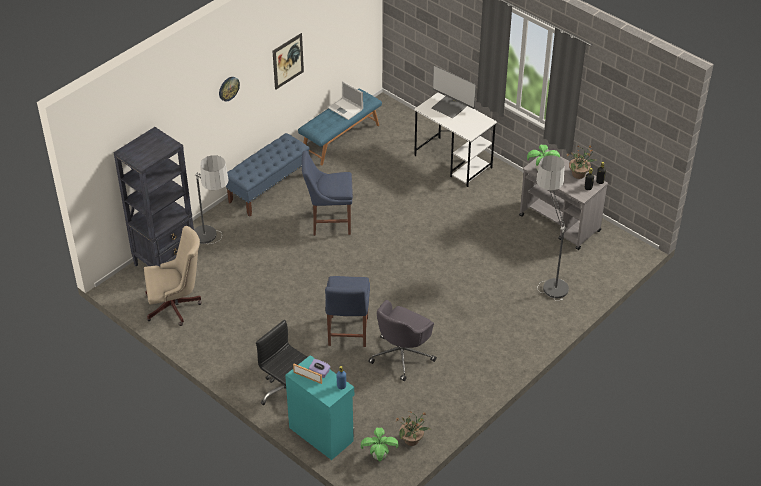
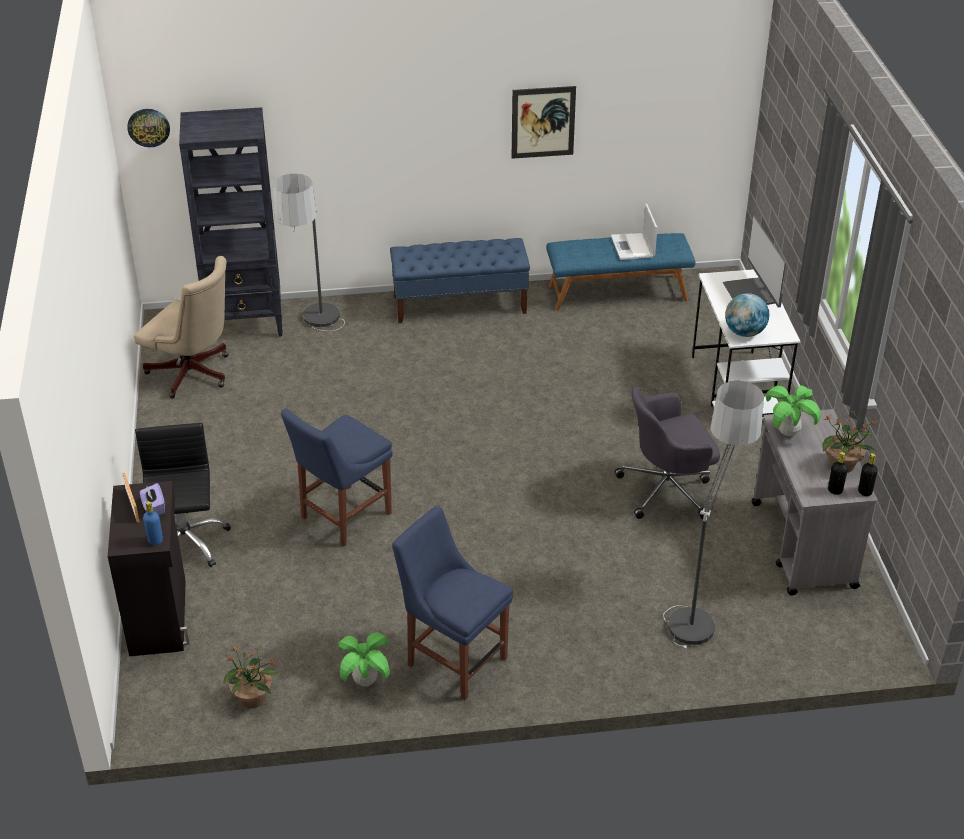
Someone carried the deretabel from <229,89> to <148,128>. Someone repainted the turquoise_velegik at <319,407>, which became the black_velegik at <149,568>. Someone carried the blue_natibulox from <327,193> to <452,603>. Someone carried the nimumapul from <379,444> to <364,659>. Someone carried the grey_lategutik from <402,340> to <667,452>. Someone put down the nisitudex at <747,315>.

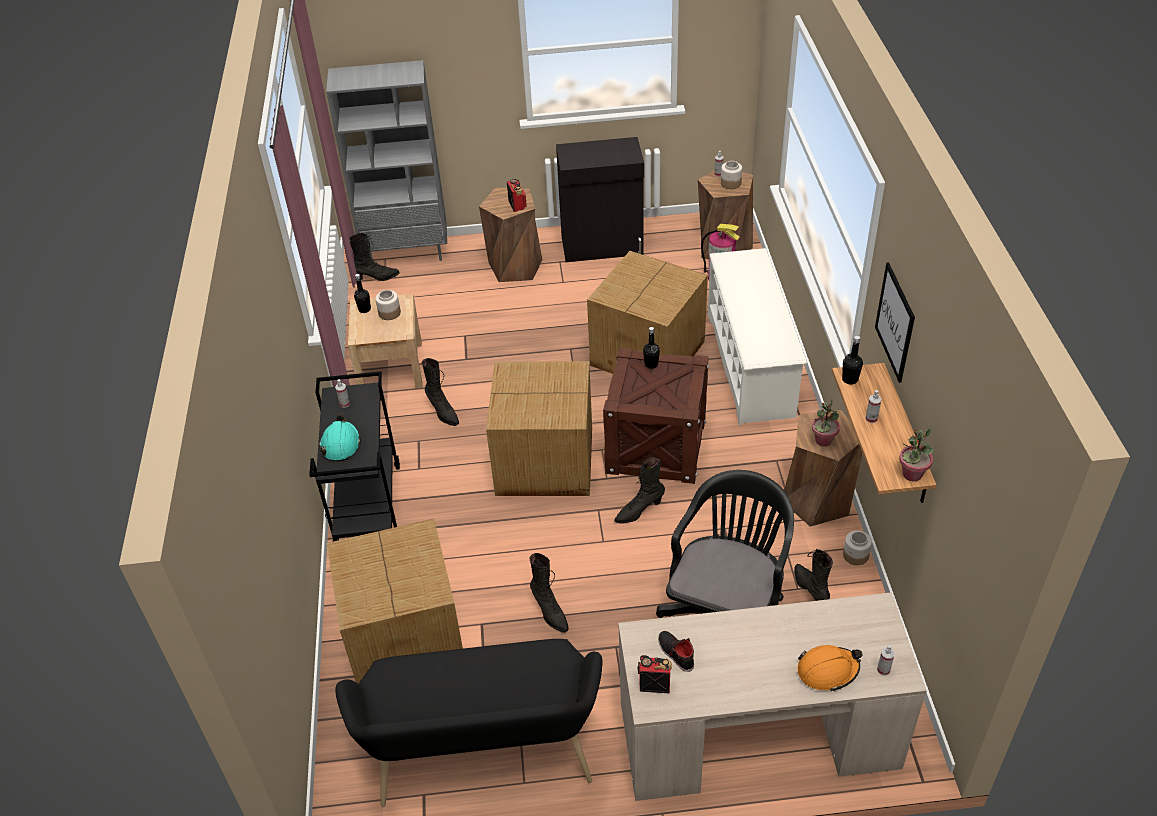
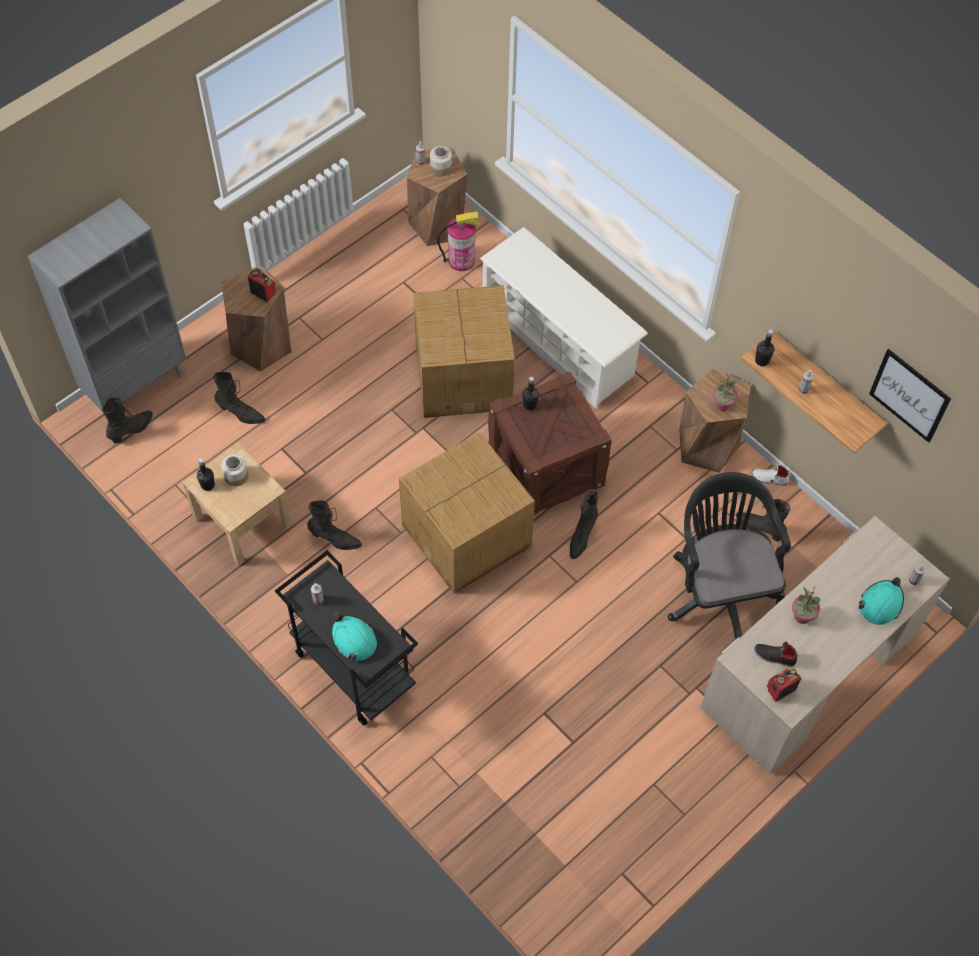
Someone took away the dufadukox at <395,601>. Someone took away the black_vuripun at <468,723>. Someone carried the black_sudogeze from <549,593> to <239,398>. Someone took away the black_velegik at <600,199>. Someone repainted the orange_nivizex at <829,668>, which became the turquoise_nivizex at <881,601>. Someone swapped the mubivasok at <857,547> for the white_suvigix at <770,475>. Someone carried the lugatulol from <895,322> to <910,396>. Someone carried the nimumapul from <916,454> to <806,605>.

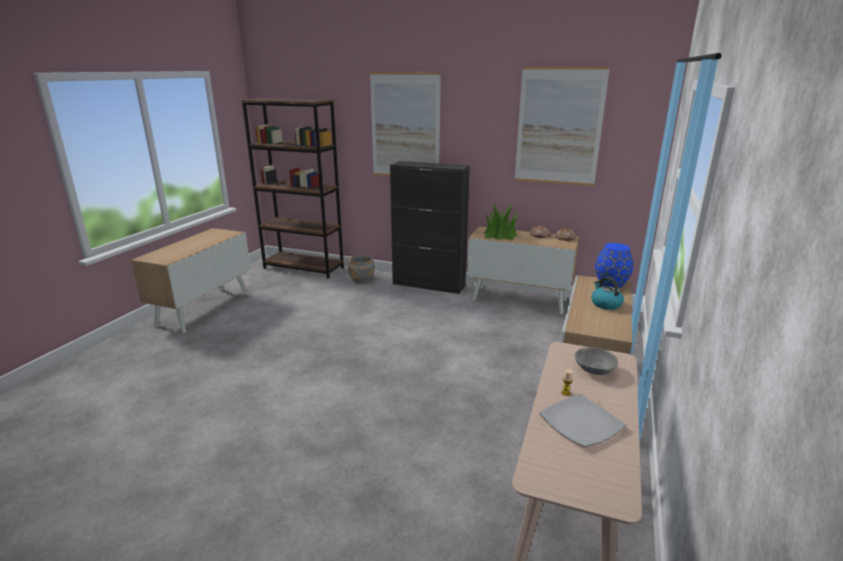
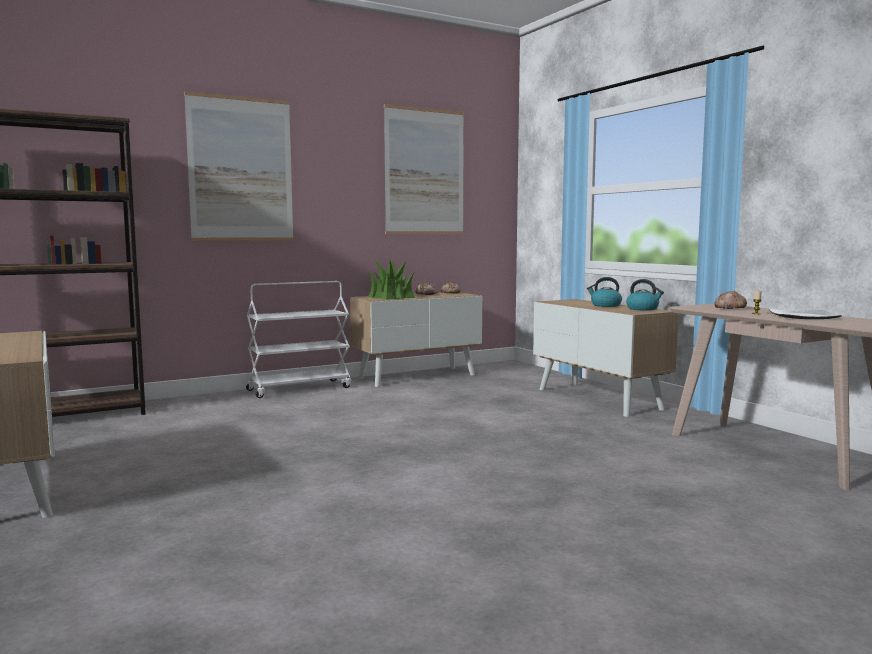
Someone took away the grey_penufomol at <361,269>. Someone swapped the black_velegik at <430,227> for the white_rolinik at <298,339>. Someone swapped the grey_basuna at <596,361> for the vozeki at <730,300>. Someone took away the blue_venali at <614,265>. Someone put down the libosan at <645,295>.

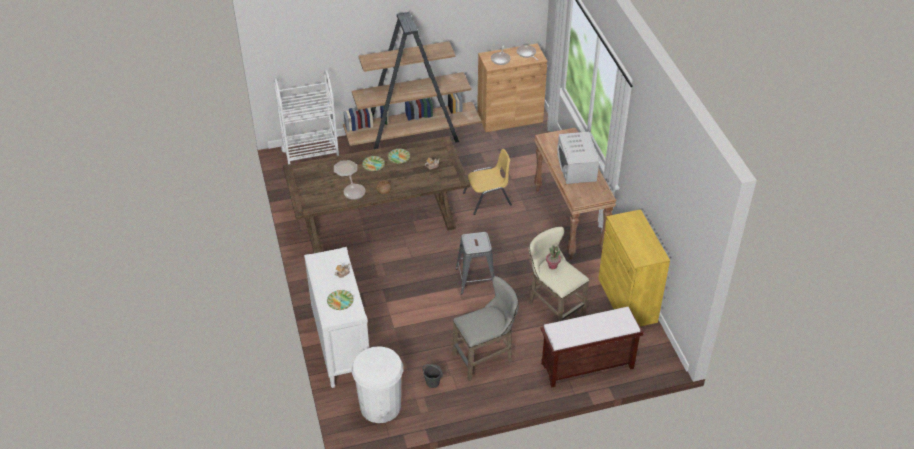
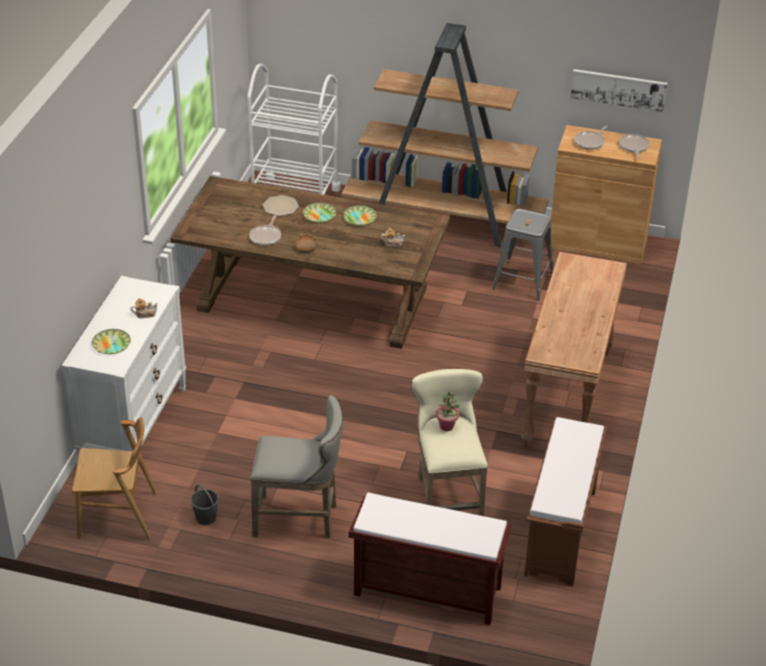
Someone swapped the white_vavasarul at <377,384> for the brown_natibulox at <114,478>. Someone carried the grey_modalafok from <475,263> to <522,254>. Someone took away the yellow_natibulox at <487,182>. Someone took away the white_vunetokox at <578,158>. Someone swapped the yellow_velegik at <634,267> for the brown_vuripun at <565,501>. Someone put up the lugatulol at <619,90>.

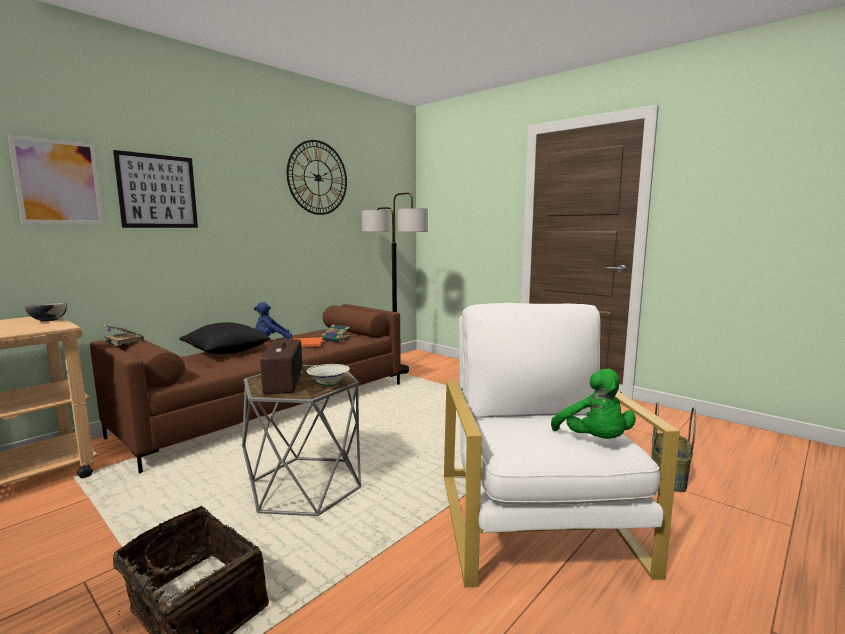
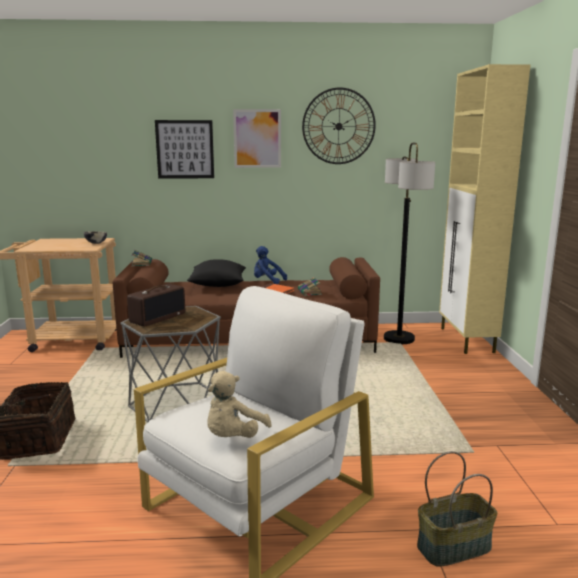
Someone carried the lugatulol from <56,179> to <257,138>. Someone took away the white_basuna at <328,375>. Someone repainted the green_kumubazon at <593,404>, which became the beige_kumubazon at <239,404>. Someone put down the beige_velegik at <484,209>.

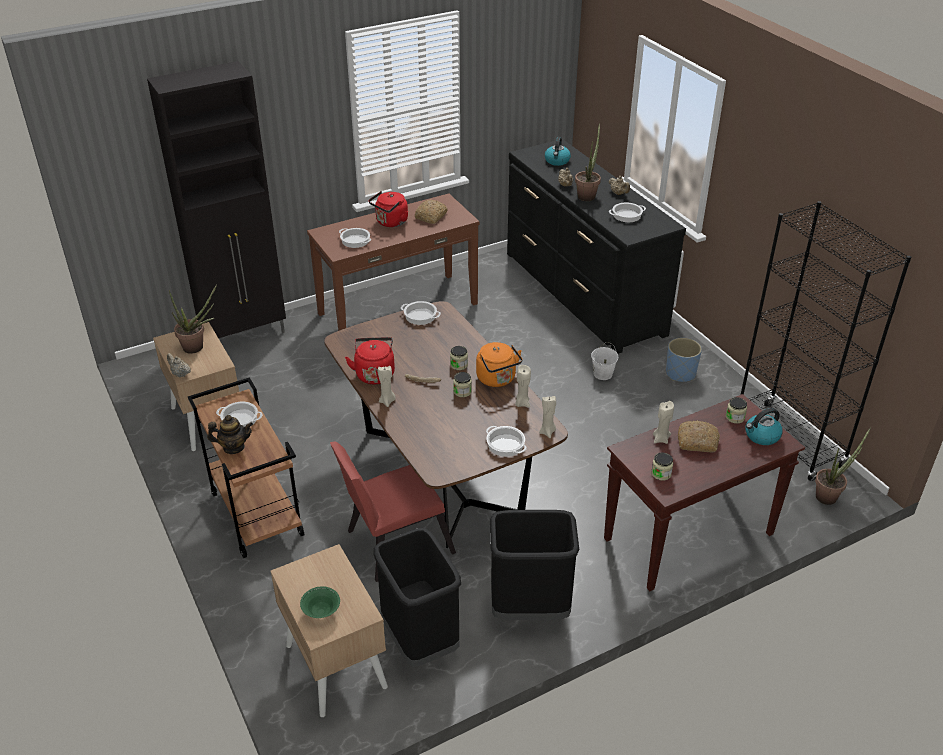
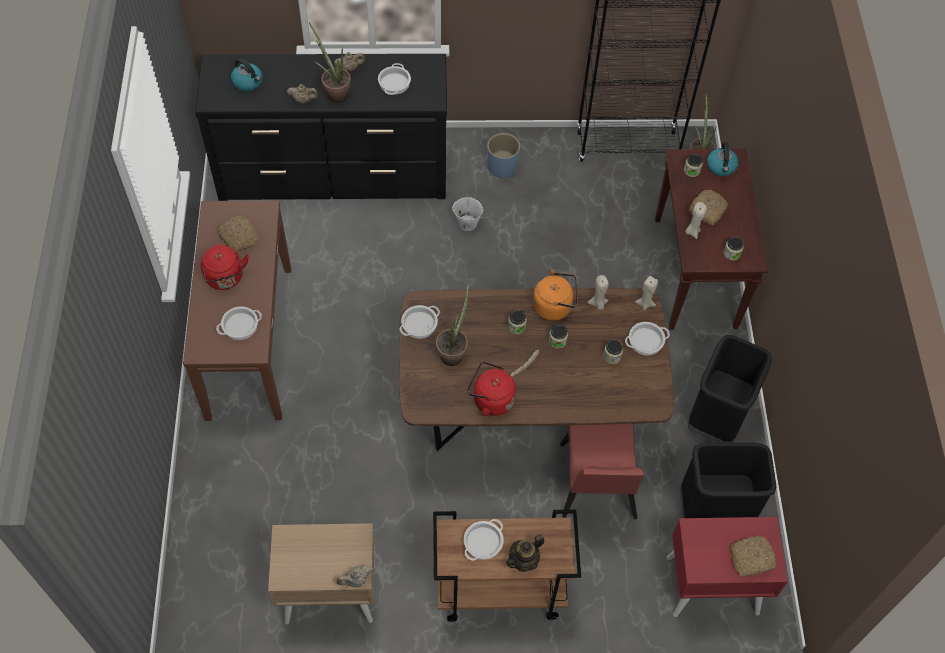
Someone took away the black_velegik at <216,199>. Someone carried the nimumapul from <193,319> to <452,323>. Someone rotated the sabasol at <230,434> by 150 degrees counterclockwise. Someone repainted the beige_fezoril at <329,630>, which became the red_fezoril at <727,567>. Someone swapped the green_basuna at <320,602> for the vozeki at <753,556>. Someone took away the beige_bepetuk at <386,386>. Someone put down the mubivasok at <613,352>.

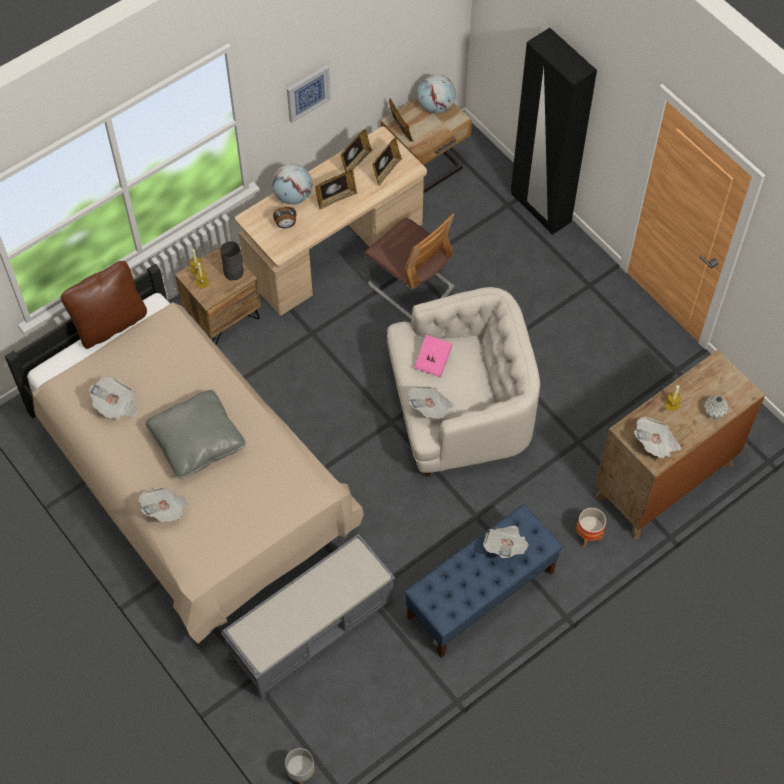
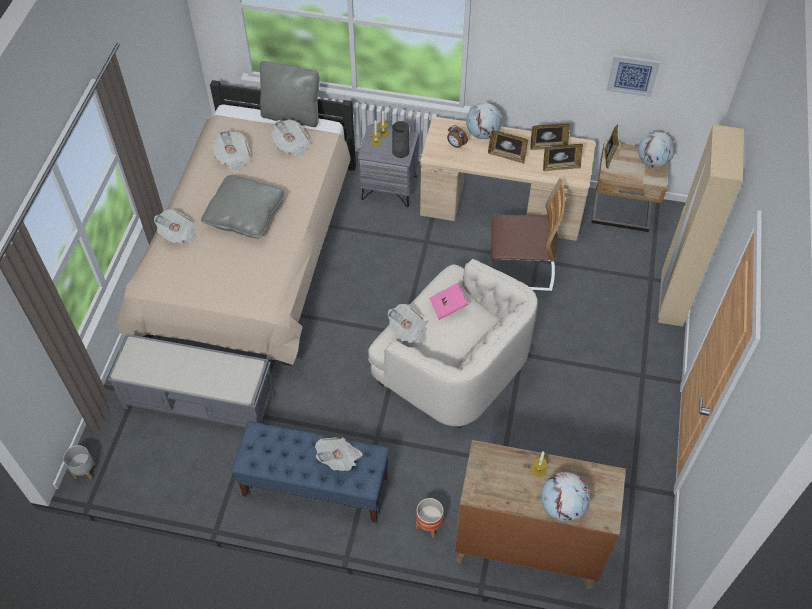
Someone repainted the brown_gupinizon at <103,305>, which became the grey_gupinizon at <290,94>. Someone repainted the brown_fezoril at <218,295>, which became the grey_fezoril at <388,166>. Someone carried the lugatulol from <309,94> to <633,76>. Someone rotated the natibulox at <409,266> by 90 degrees counterclockwise. Someone repainted the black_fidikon at <554,131>, which became the beige_fidikon at <701,226>. Someone carried the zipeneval from <657,438> to <291,139>. Someone swapped the grey_venali at <716,407> for the nisitudex at <565,496>.

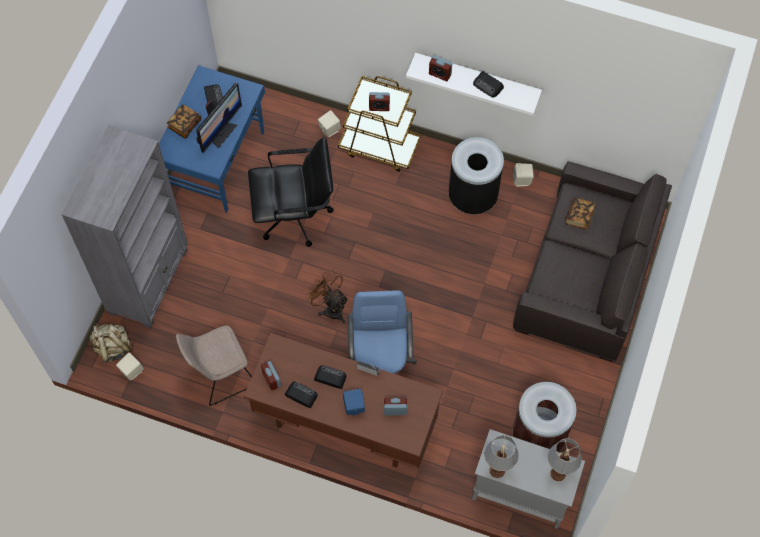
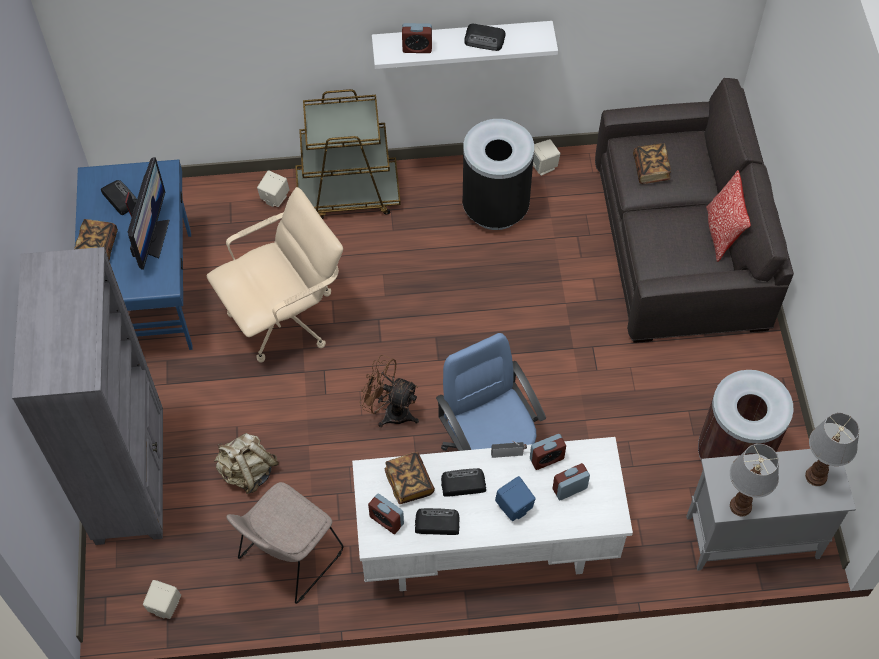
Someone carried the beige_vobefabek from <112,343> to <246,463>. Someone repainted the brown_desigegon at <343,401>, which became the white_desigegon at <492,514>. Someone repainted the black_lategutik at <291,192>, which became the beige_lategutik at <275,275>. Someone carried the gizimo from <379,101> to <548,452>. Someone put down the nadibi at <410,478>. Someone put down the gupinizon at <728,216>.

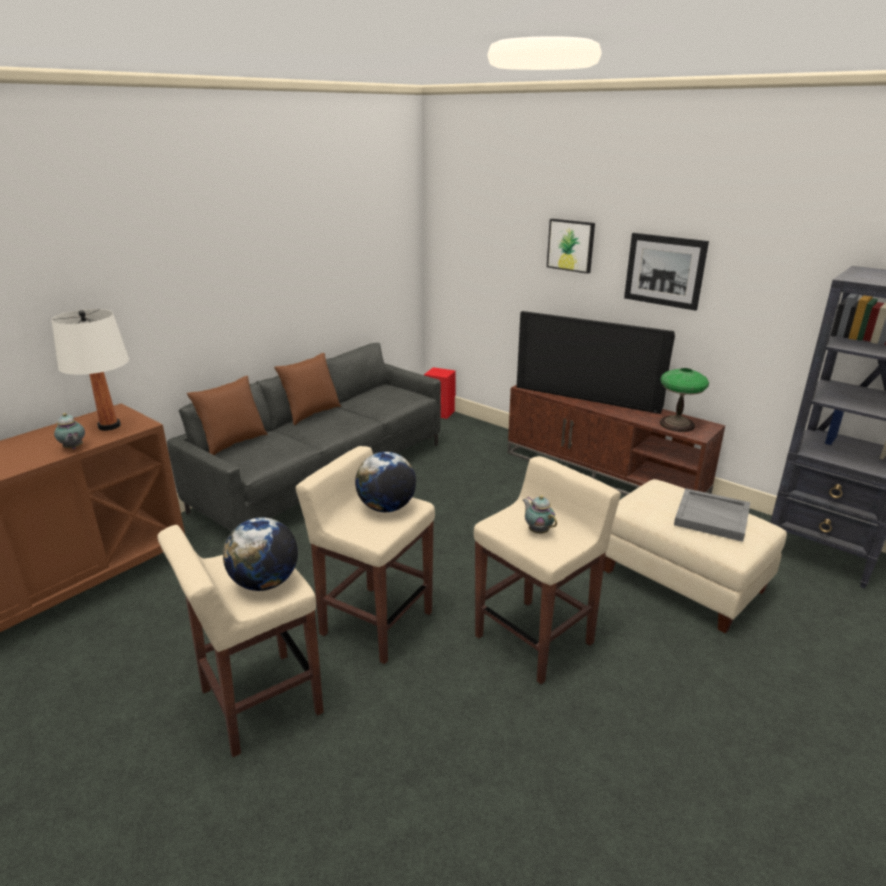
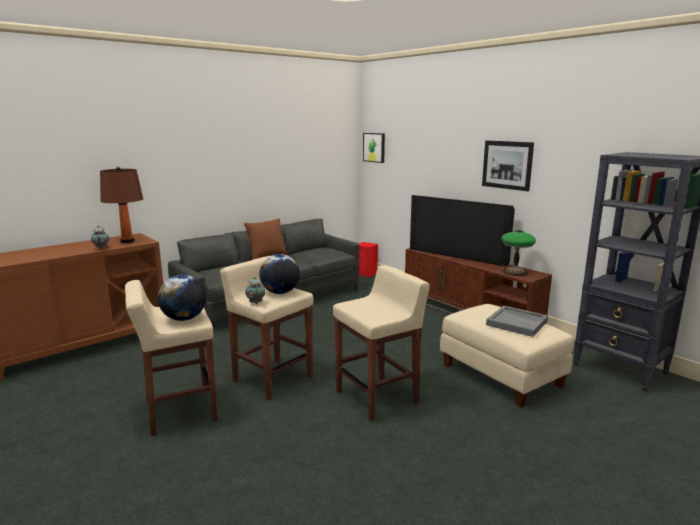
Someone repainted the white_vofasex at <90,370>, which became the brown_vofasex at <121,205>. Someone took away the brown_gupinizon at <227,415>. Someone carried the sabasol from <540,514> to <255,290>. Someone carried the lugatulol from <571,246> to <374,148>.

